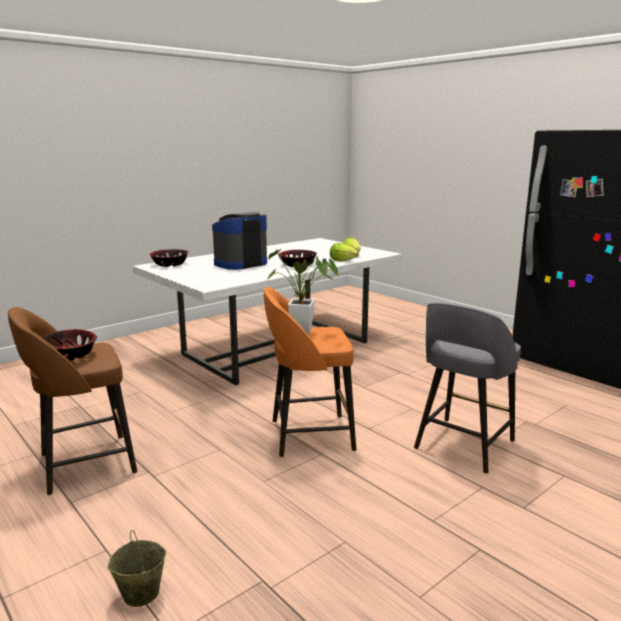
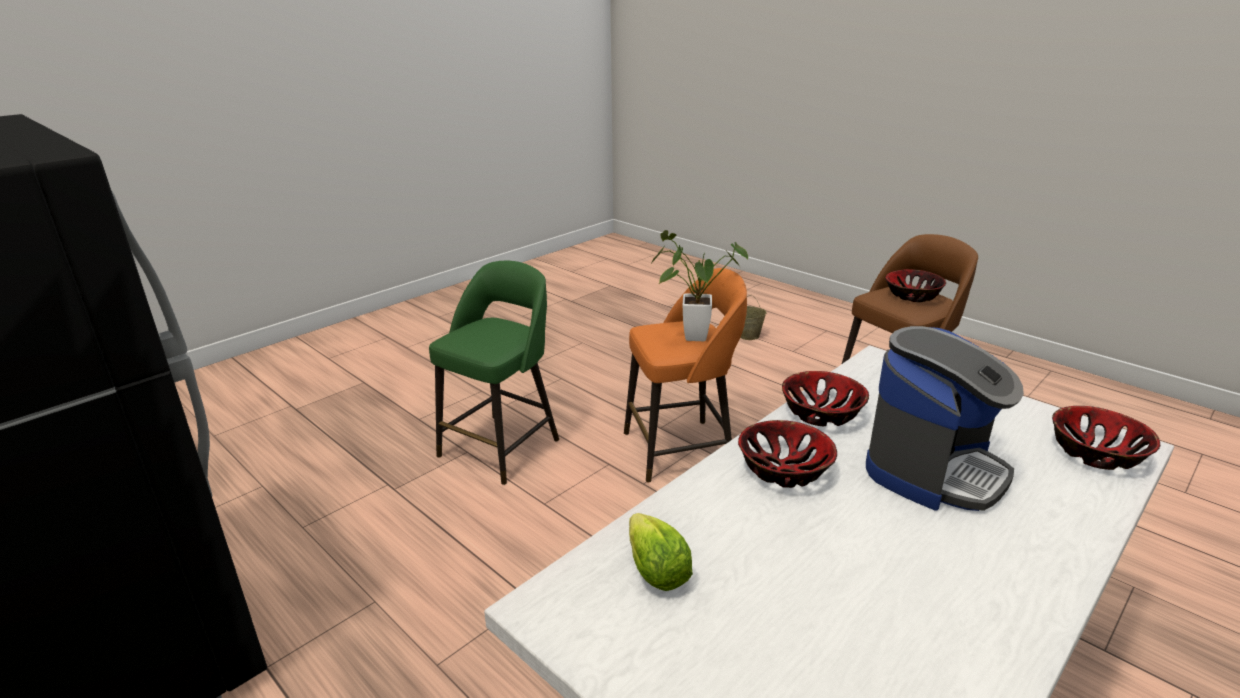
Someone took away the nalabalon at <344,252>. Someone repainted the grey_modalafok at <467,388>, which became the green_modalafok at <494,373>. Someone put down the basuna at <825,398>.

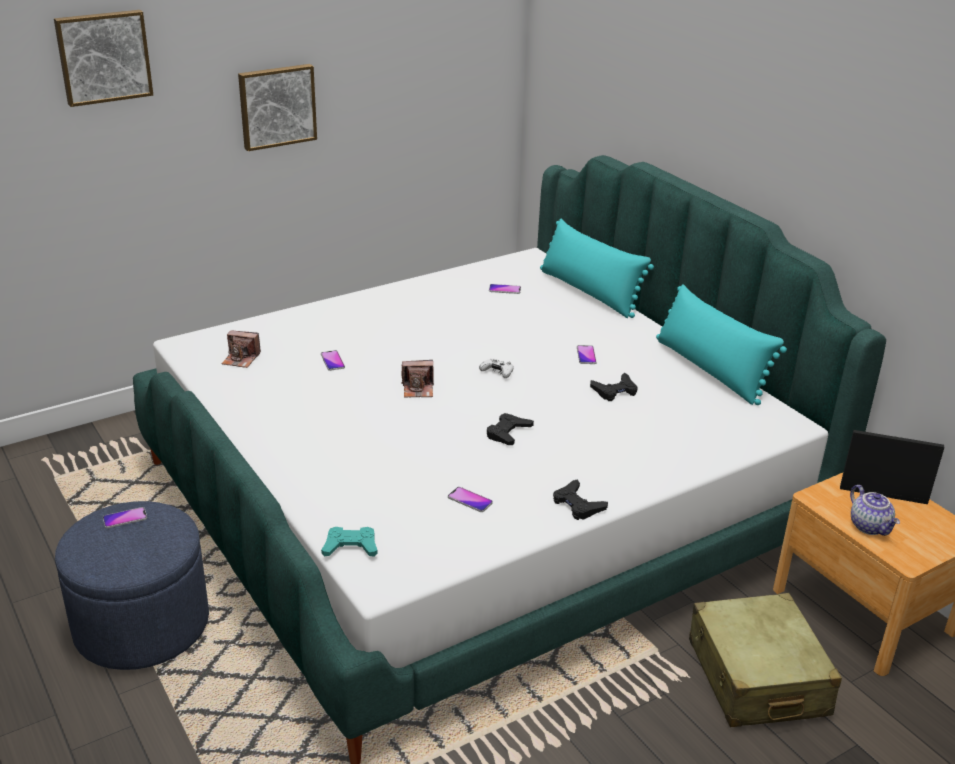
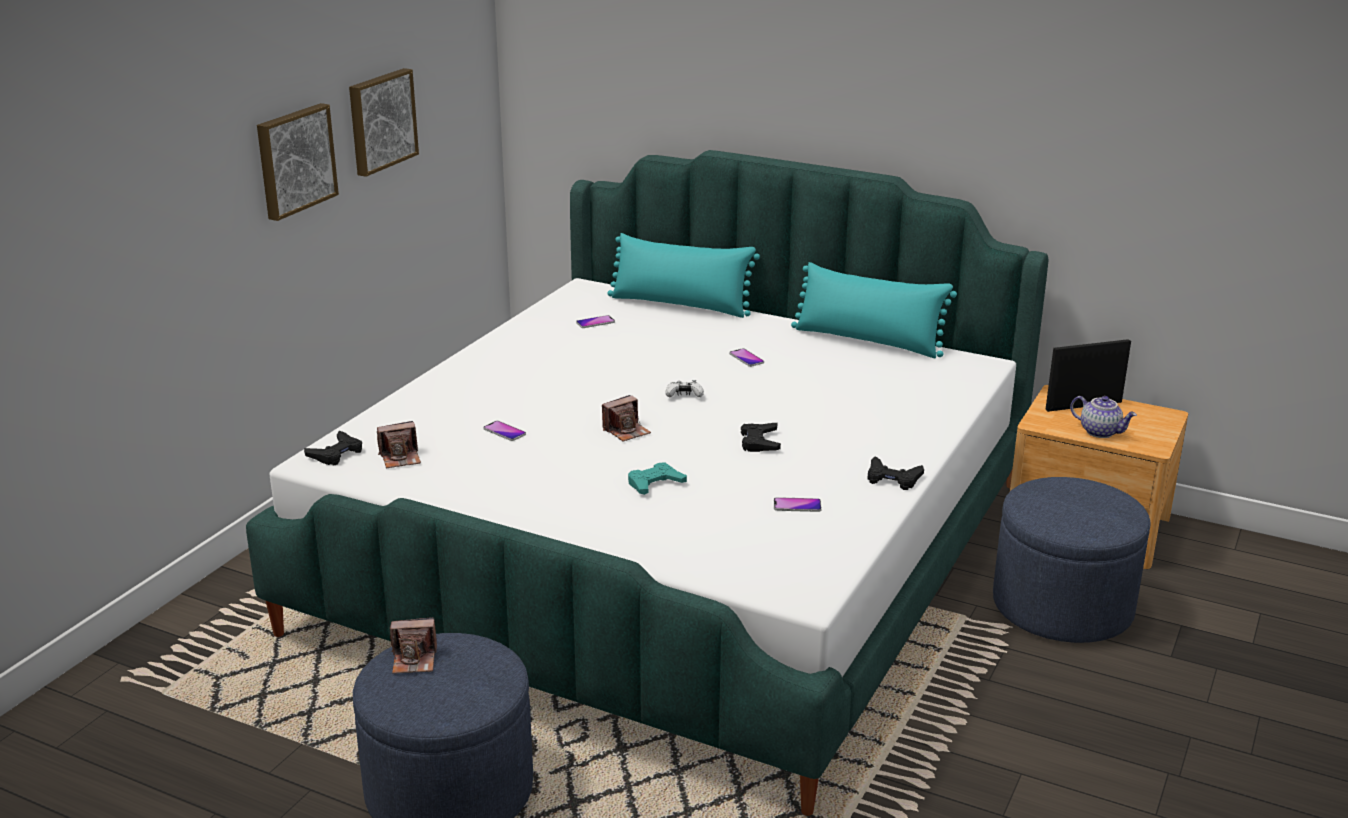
Someone carried the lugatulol from <103,58> to <384,122>. Someone swapped the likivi at <125,517> for the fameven at <413,645>. Someone carried the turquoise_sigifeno from <349,542> to <657,479>. Someone carried the black_sigifeno from <614,387> to <333,448>. Someone swapped the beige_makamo at <765,660> for the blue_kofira at <1072,560>.

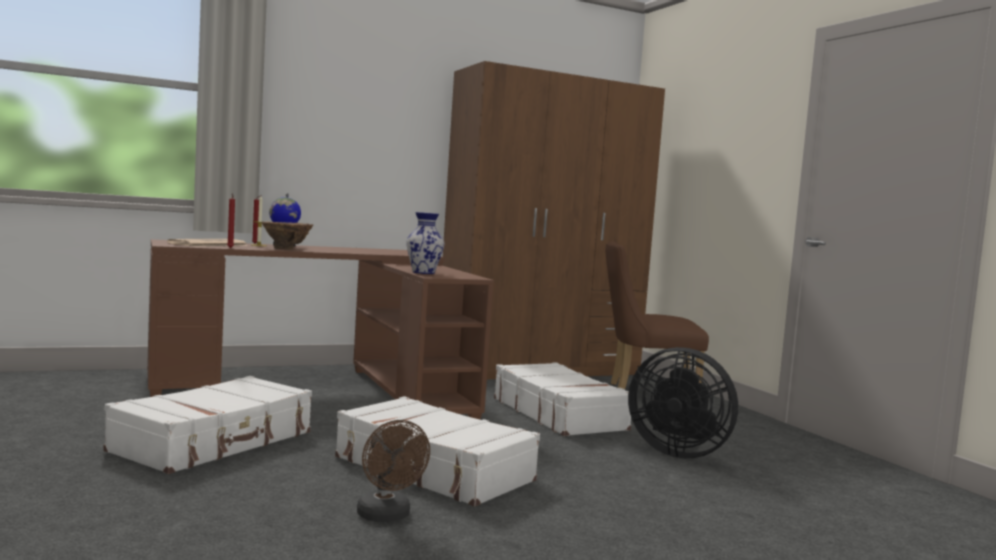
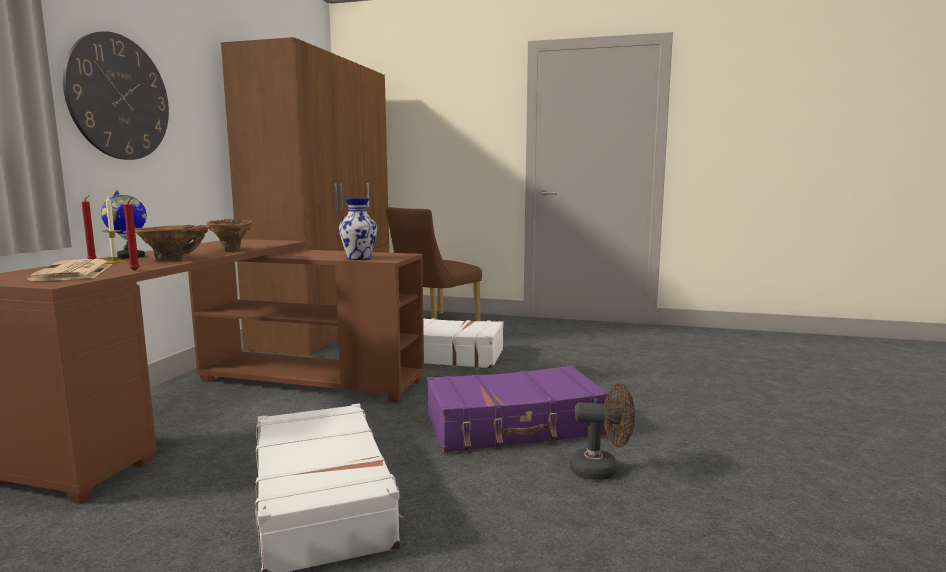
Someone repainted the white_makamo at <437,451>, which became the purple_makamo at <518,409>. Someone took away the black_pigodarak at <683,402>. Someone put up the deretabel at <116,95>. Someone put down the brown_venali at <229,235>.

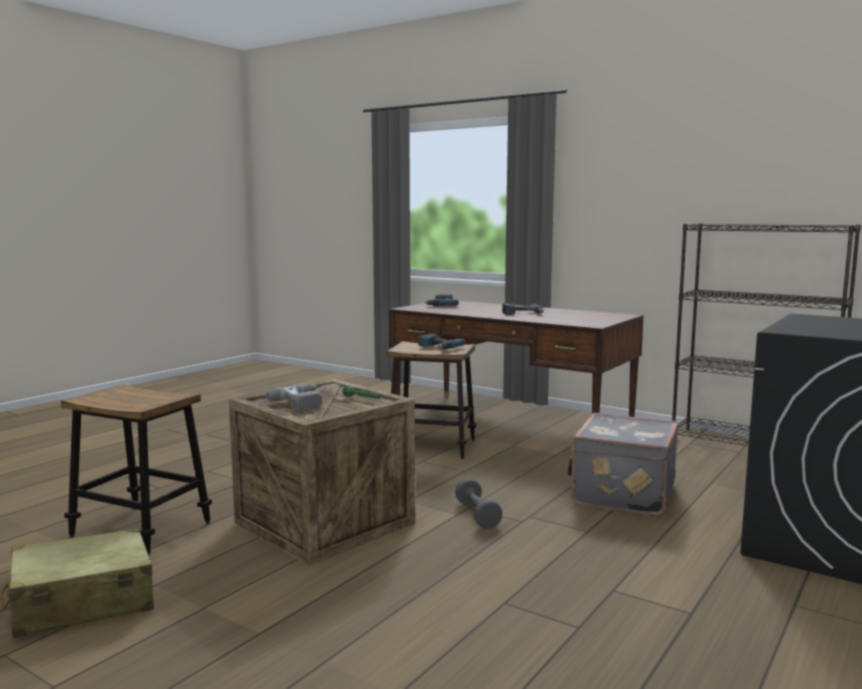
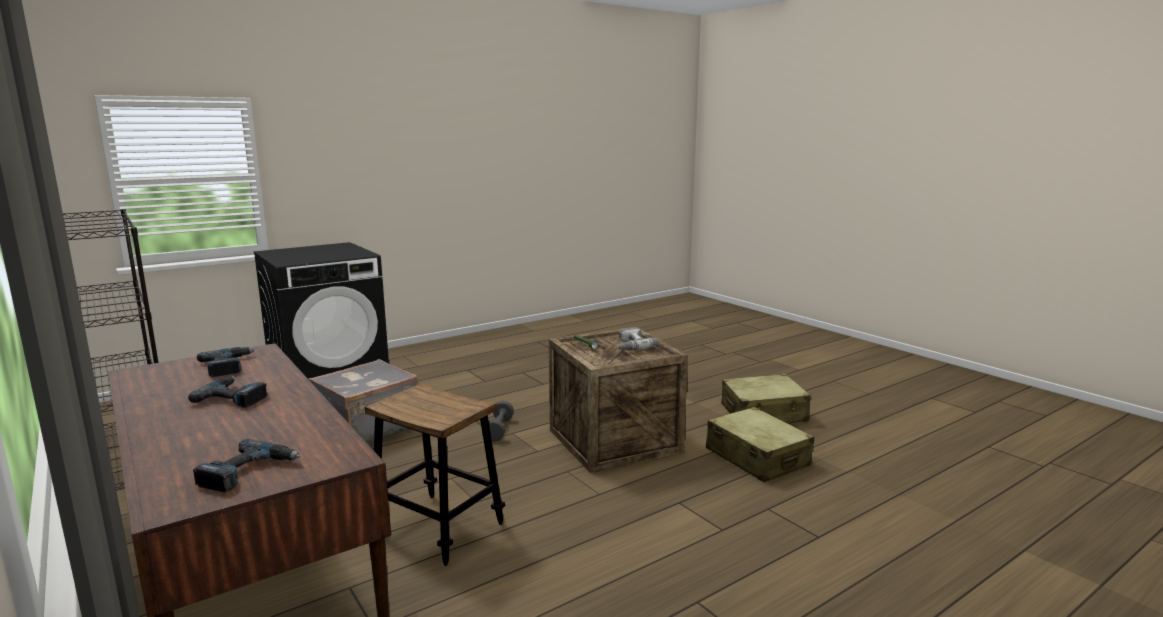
Someone swapped the modalafok at <136,470> for the beige_makamo at <760,444>. Someone carried the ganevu from <441,341> to <226,362>.

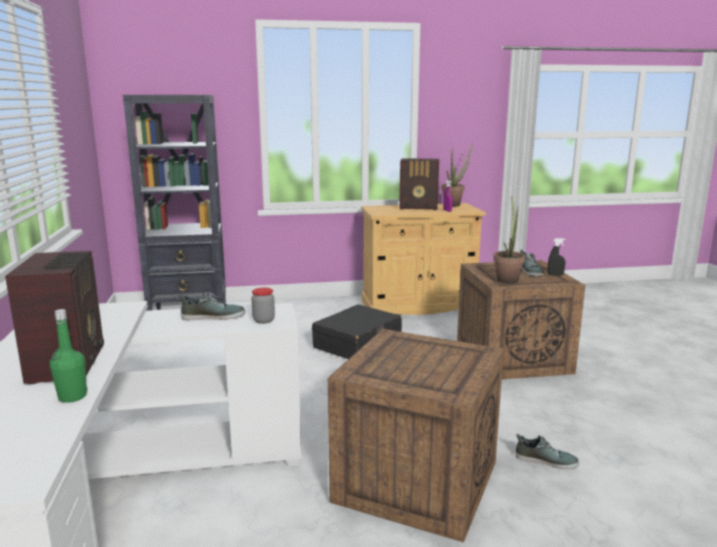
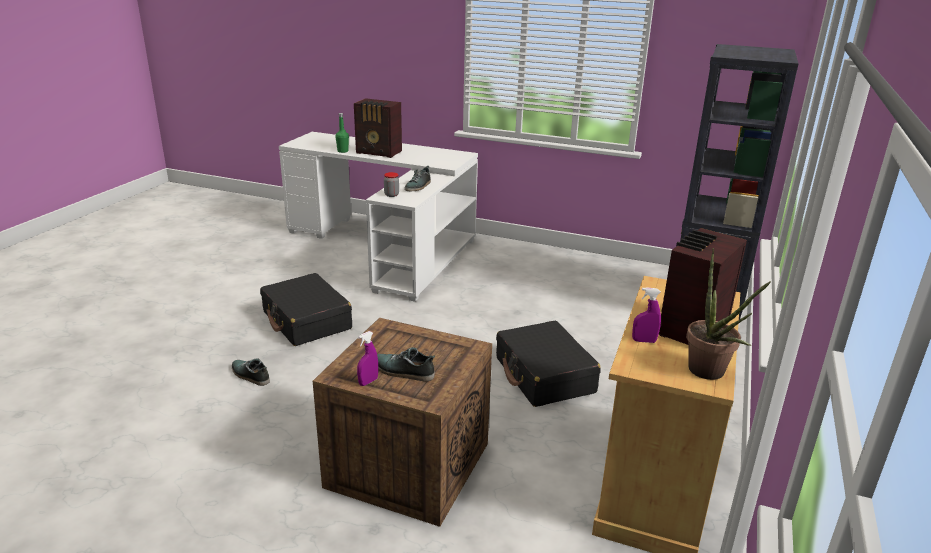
Someone swapped the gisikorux at <416,436> for the black_makamo at <306,309>. Someone took away the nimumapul at <509,240>. Someone rotated the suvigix at <547,451> by 75 degrees clockwise. Someone repainted the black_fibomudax at <557,257>, which became the purple_fibomudax at <367,358>.

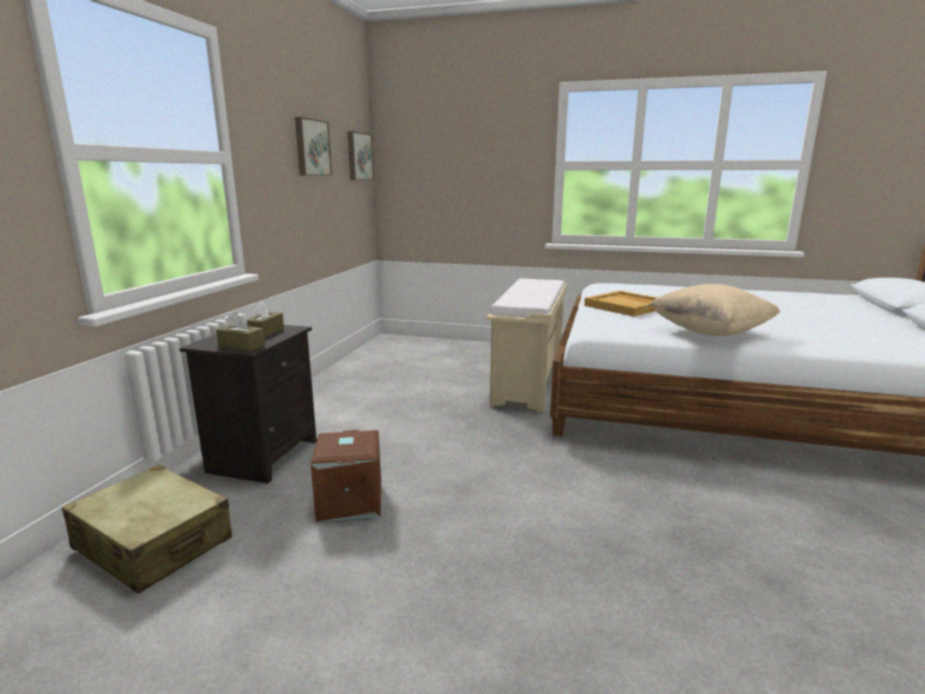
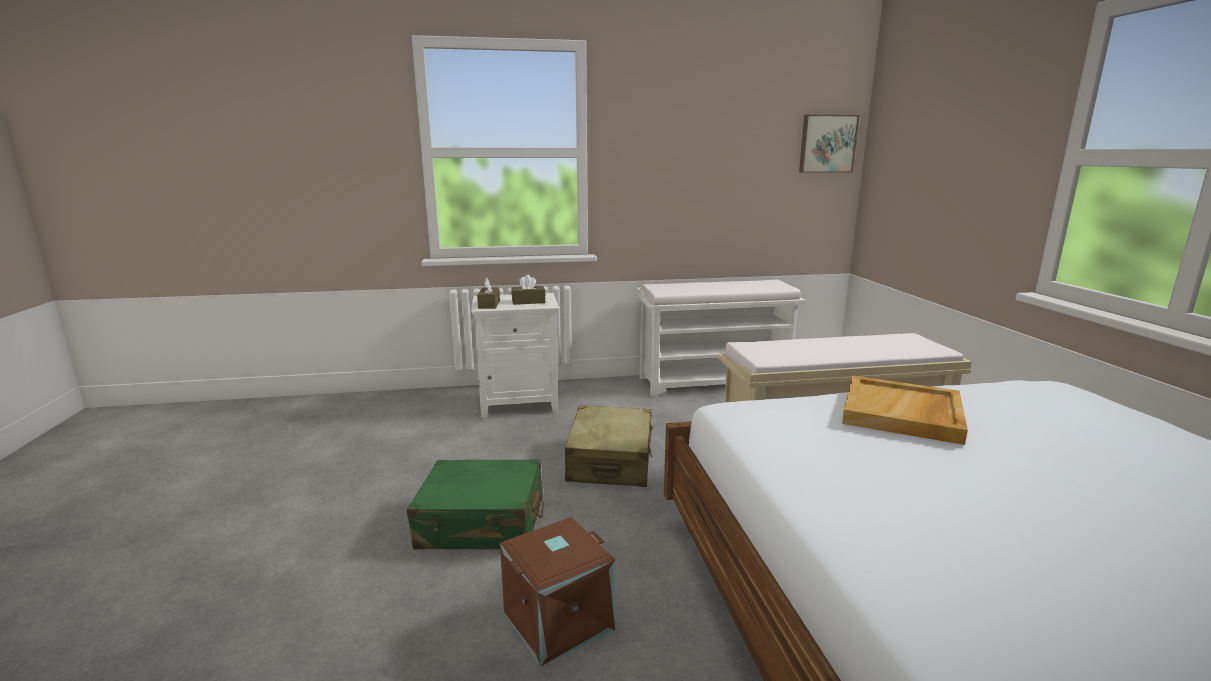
Someone carried the beige_makamo from <147,529> to <609,446>. Someone repainted the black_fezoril at <248,404>, which became the white_fezoril at <515,355>. Someone took away the lugatulol at <313,146>. Someone carried the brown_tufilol from <346,476> to <558,592>. Someone took away the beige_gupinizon at <714,310>. Someone put down the green_makamo at <475,504>. Someone put down the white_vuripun at <721,338>.

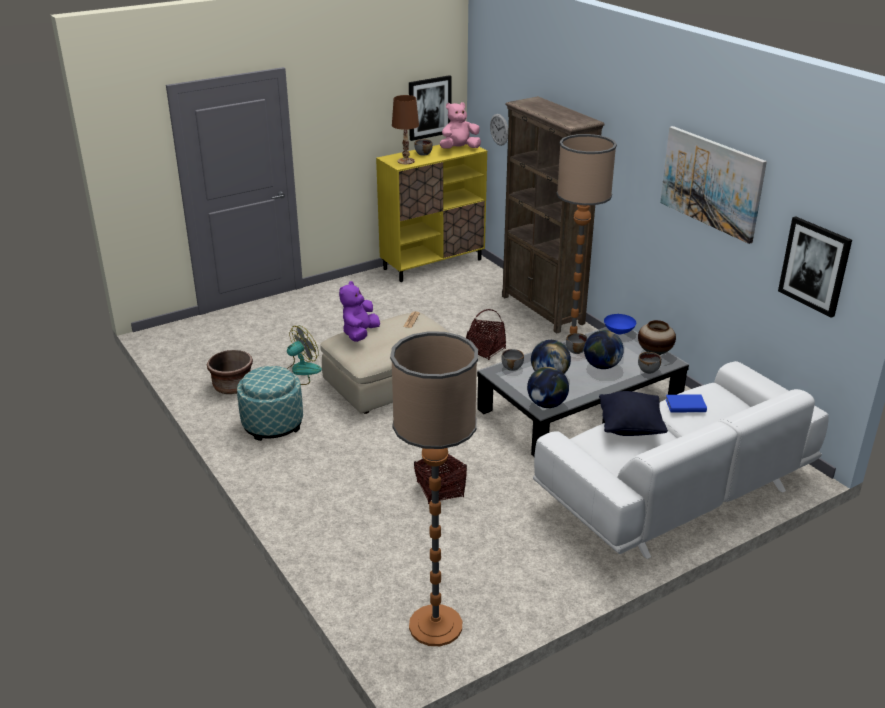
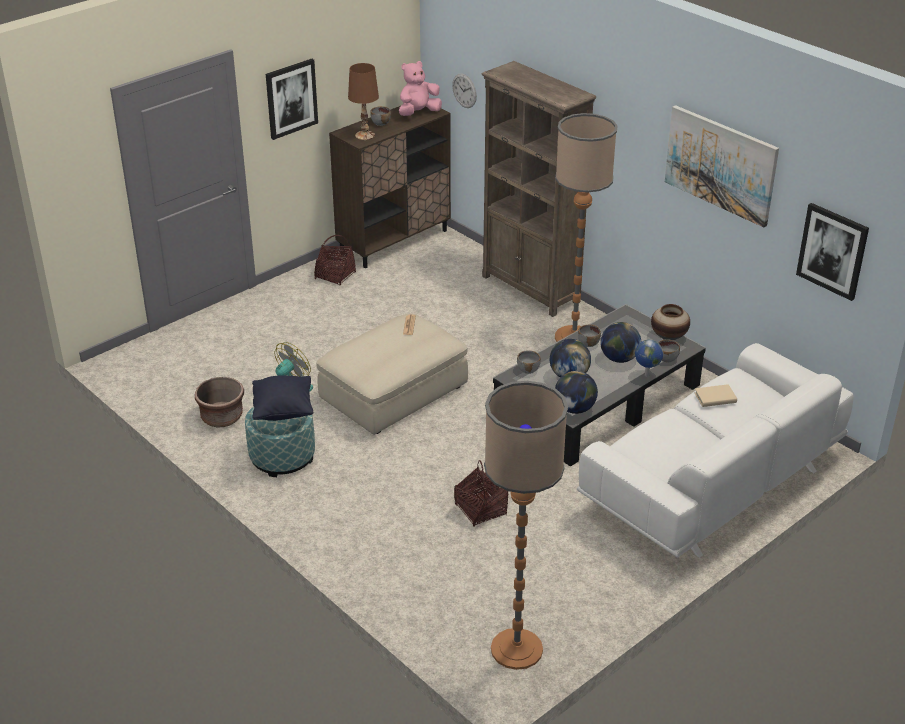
Someone took away the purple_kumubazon at <359,311>. Someone repainted the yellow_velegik at <431,213>, which became the brown_velegik at <390,187>. Someone carried the lugatulol from <430,108> to <292,99>. Someone carried the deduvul from <486,334> to <335,260>. Someone carried the black_gupinizon from <633,413> to <282,398>. Someone took away the blue_basuna at <620,324>. Someone repainted the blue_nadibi at <686,403>, which became the beige_nadibi at <715,395>. Someone put down the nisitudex at <649,358>.

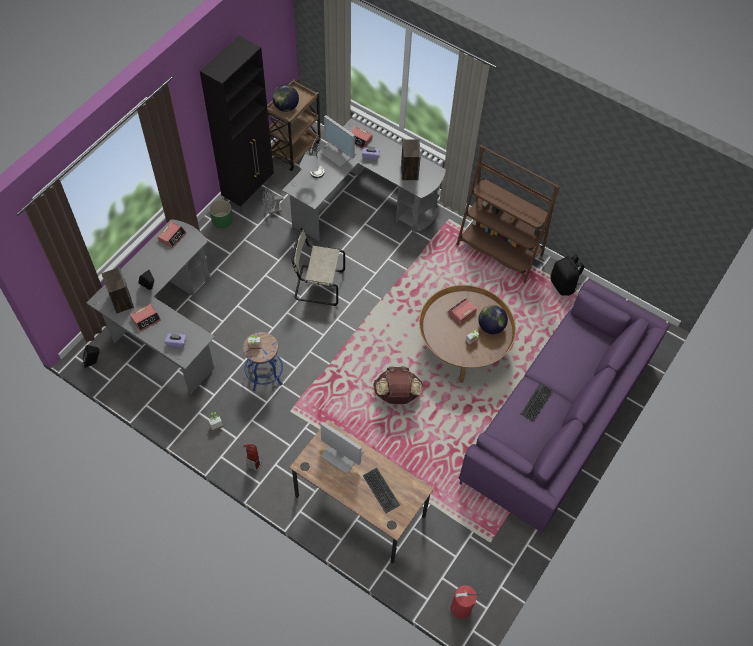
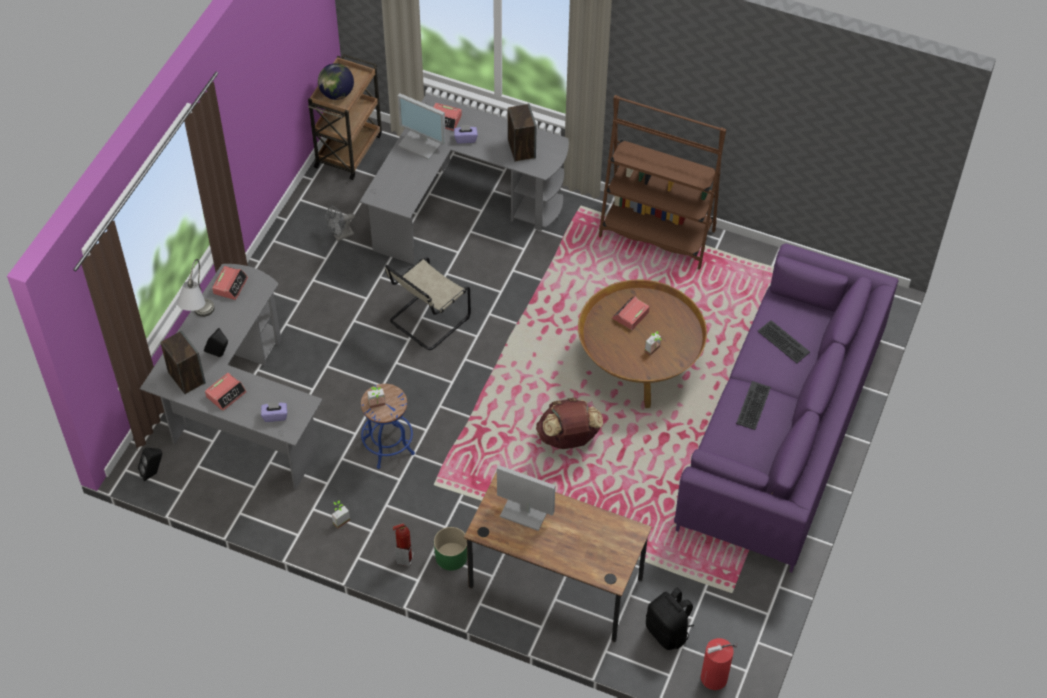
Someone took away the black_velegik at <237,124>. Someone carried the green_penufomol from <221,214> to <450,549>. Someone rotated the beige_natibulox at <318,267> by 45 degrees counterclockwise. Someone carried the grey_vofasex from <312,157> to <196,288>. Someone carried the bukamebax from <381,490> to <784,341>. Someone took away the nisitudex at <493,319>. Someone carried the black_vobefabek from <567,275> to <670,619>.

